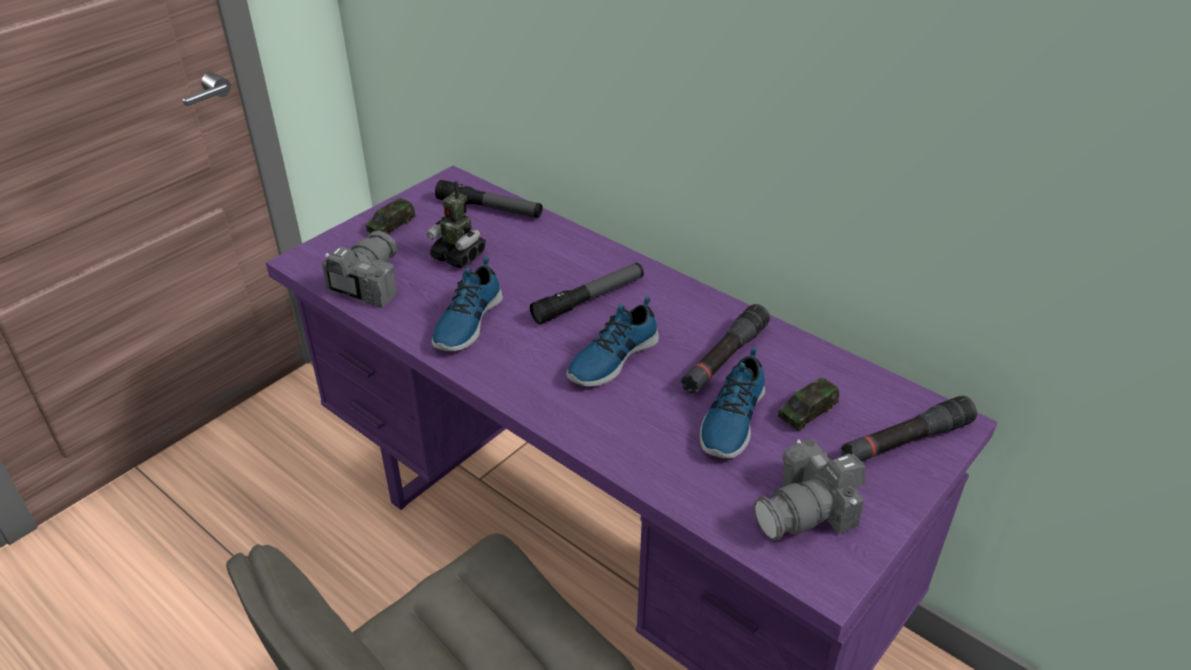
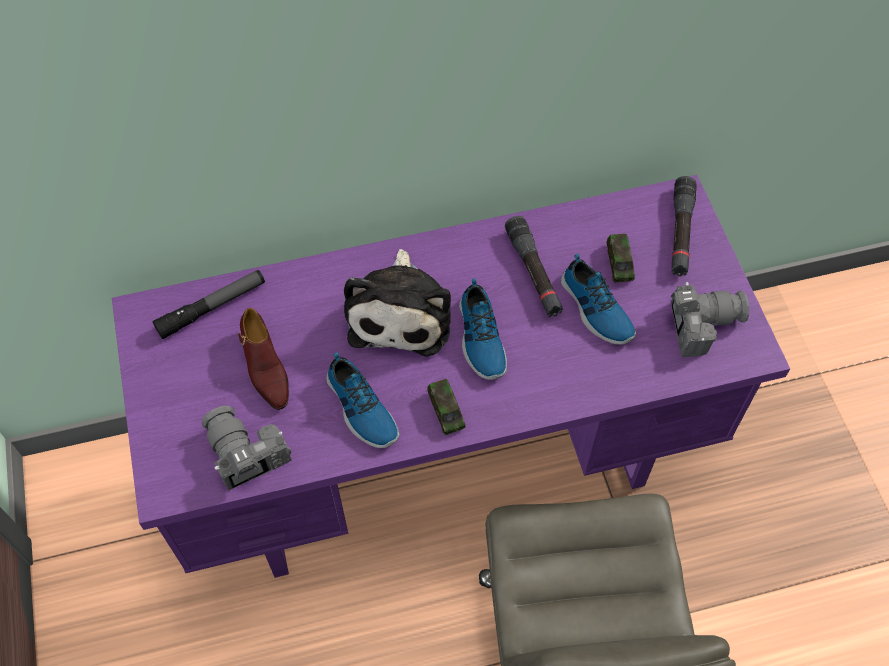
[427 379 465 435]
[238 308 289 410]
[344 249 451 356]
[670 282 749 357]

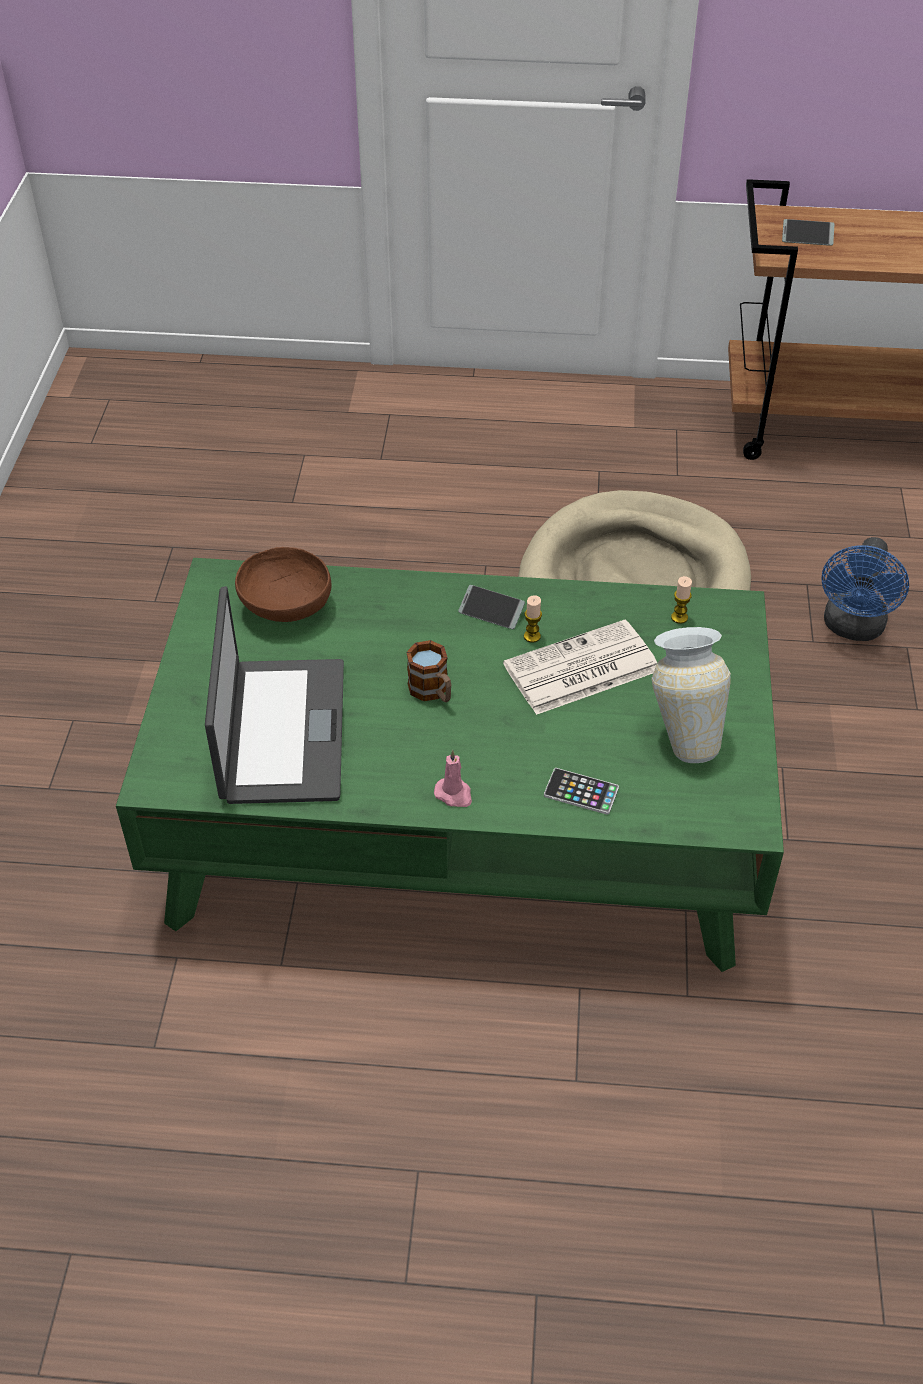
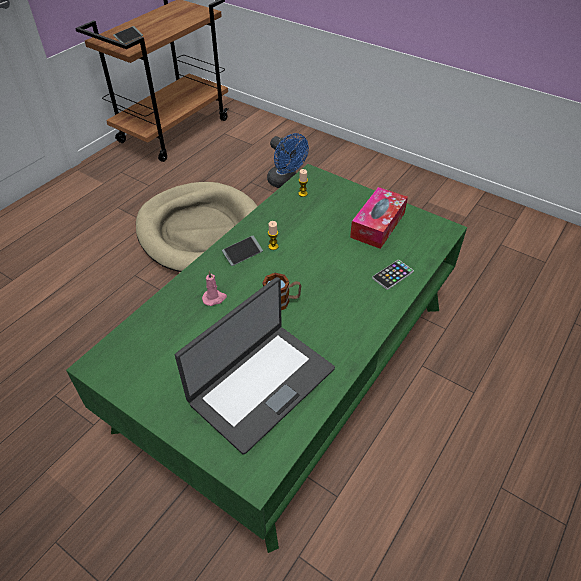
[235 547 332 622] (first image)
[503 620 657 715] (first image)
[202 271 227 306]
[350 187 408 249]
[175 277 335 455]

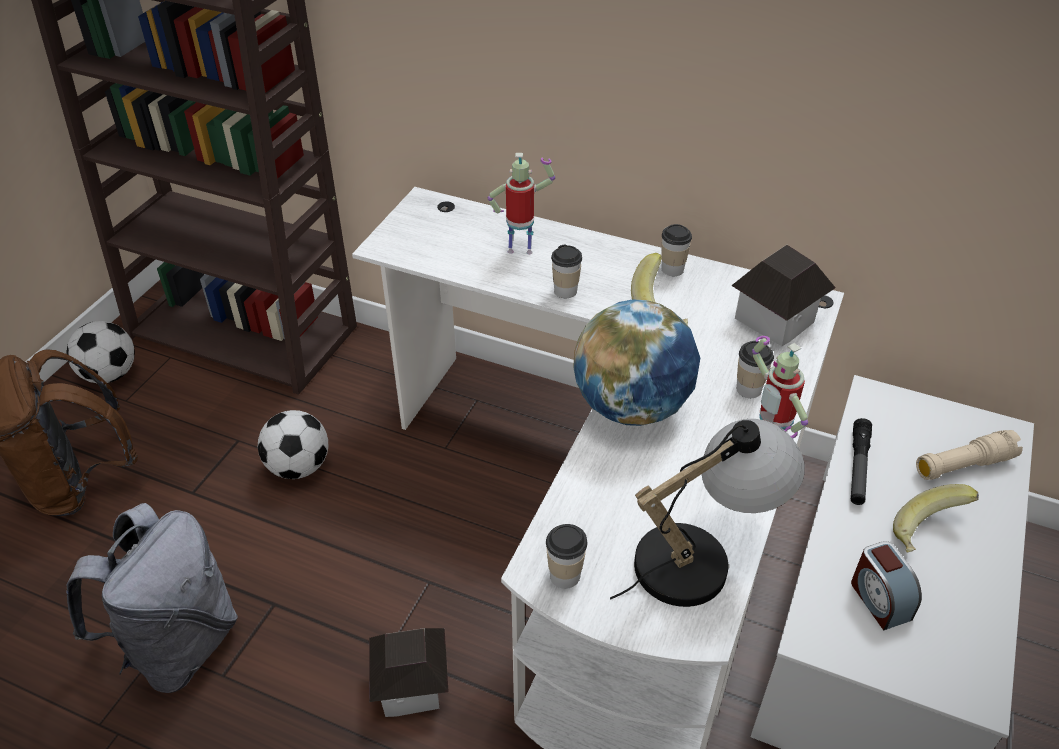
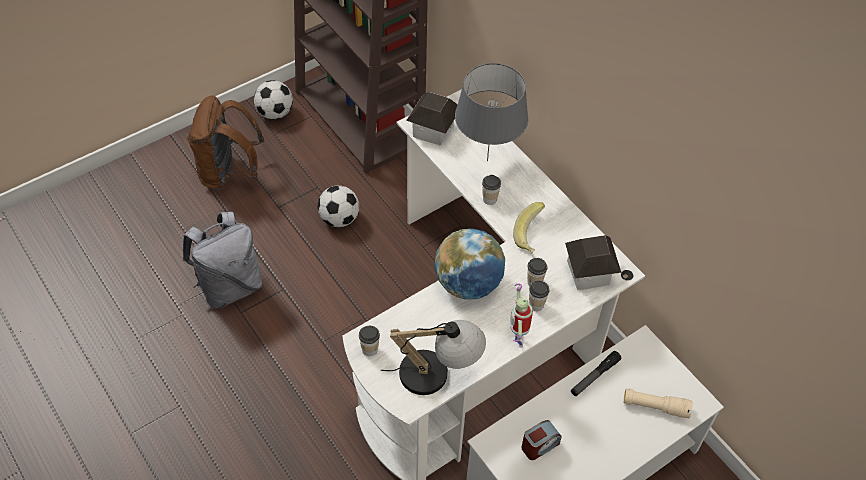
[893 484 979 552] (first image)
[406 92 458 146]
[527 258 548 286]
[455 63 528 161]
[522 420 561 460]

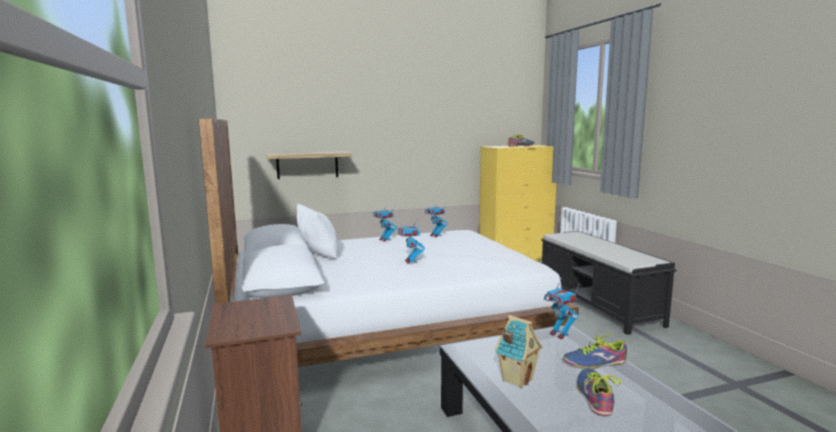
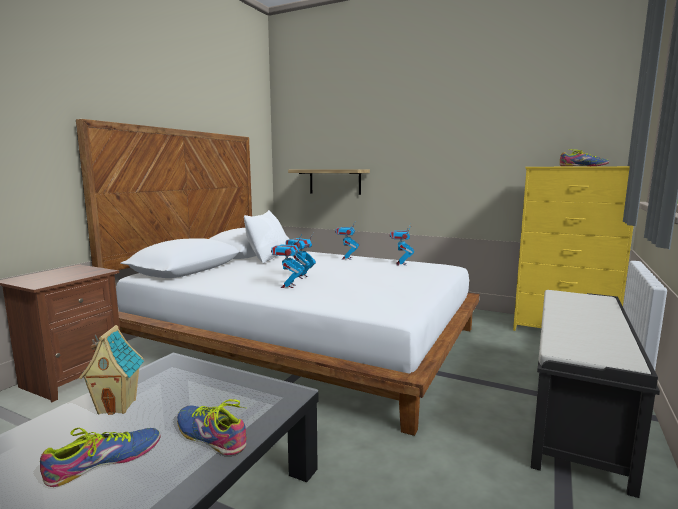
[271 236 305 288]

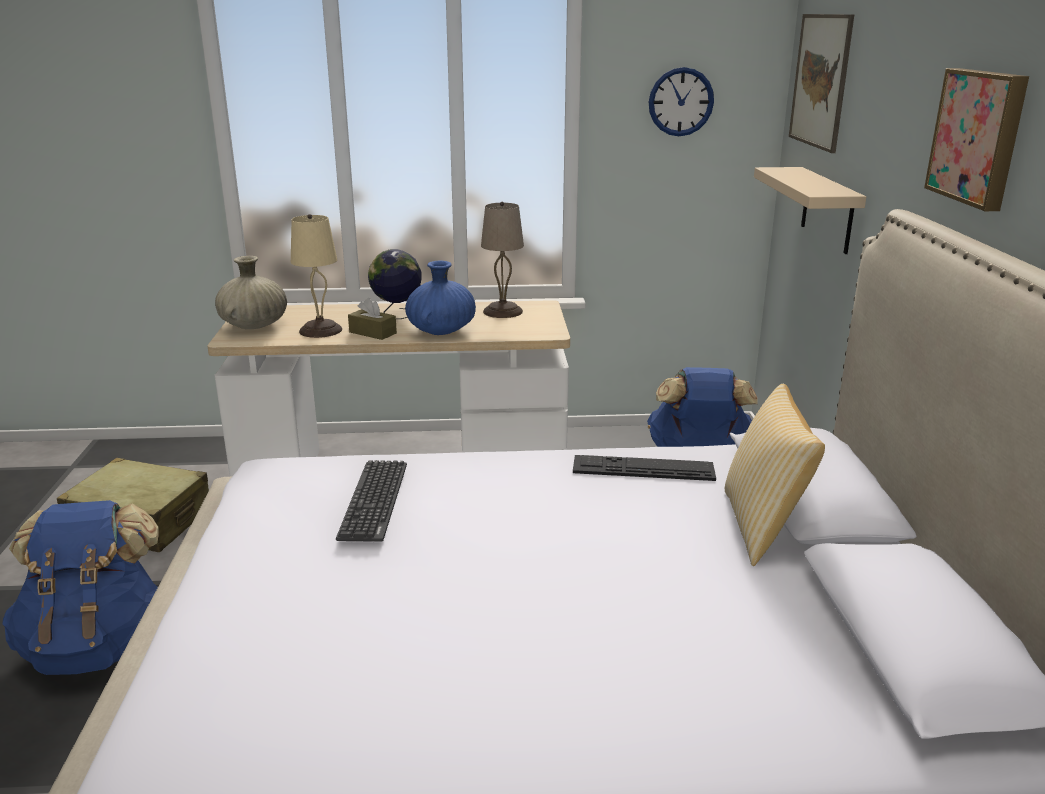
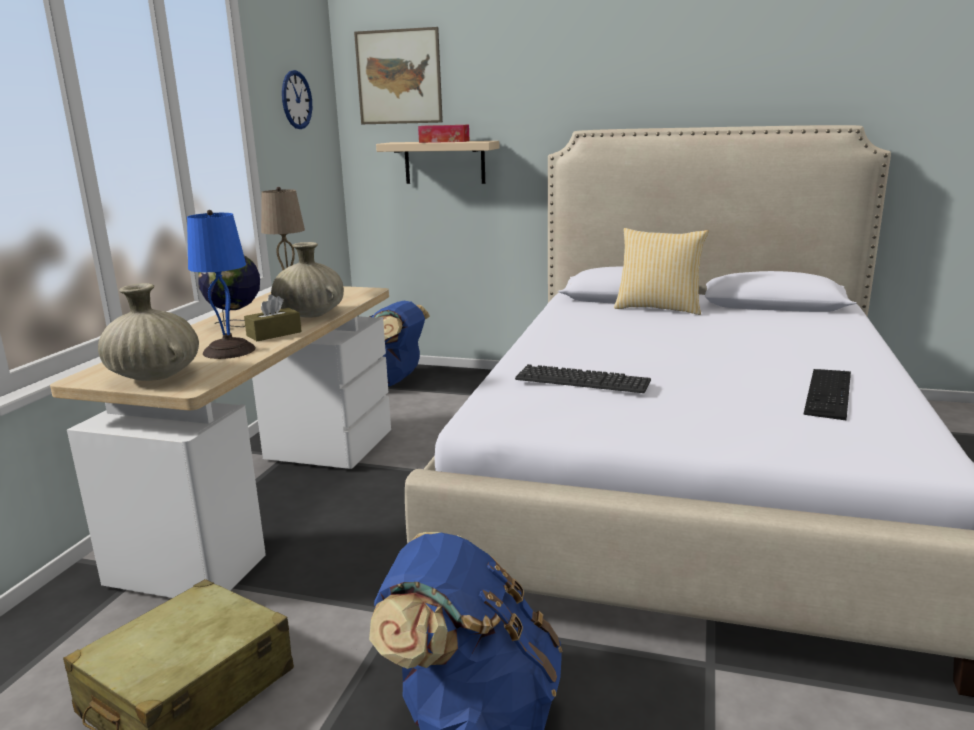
[924 68 1029 211] (first image)
[418 125 470 143]
[803 369 851 420]
[187 210 256 359]
[271 242 344 317]

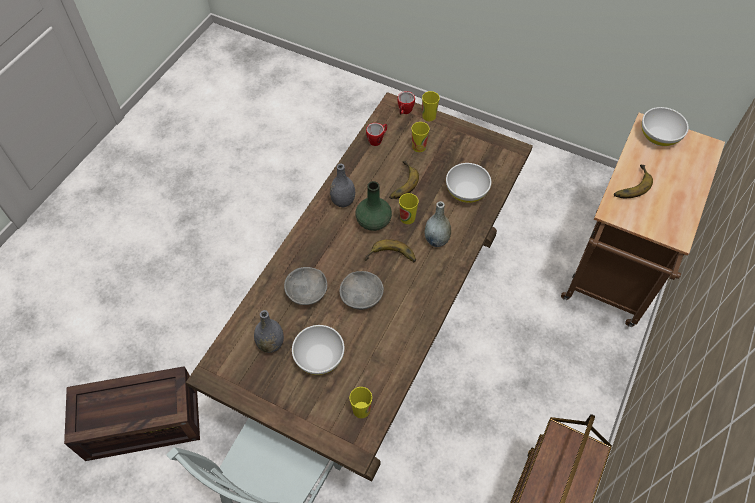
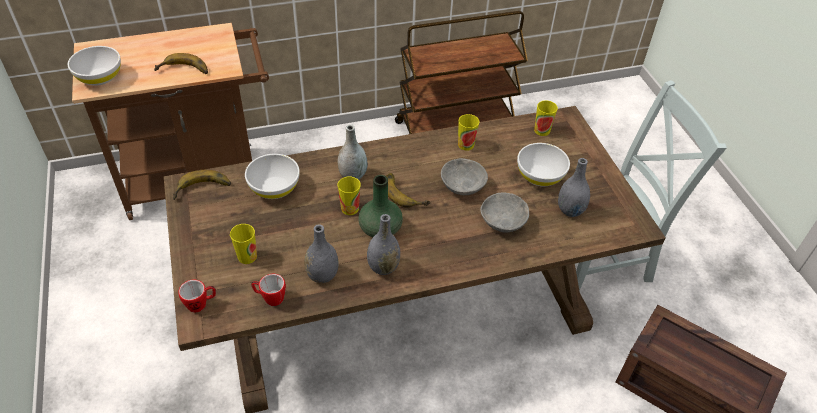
[304 225 339 283]
[172 170 231 200]
[458 114 479 151]

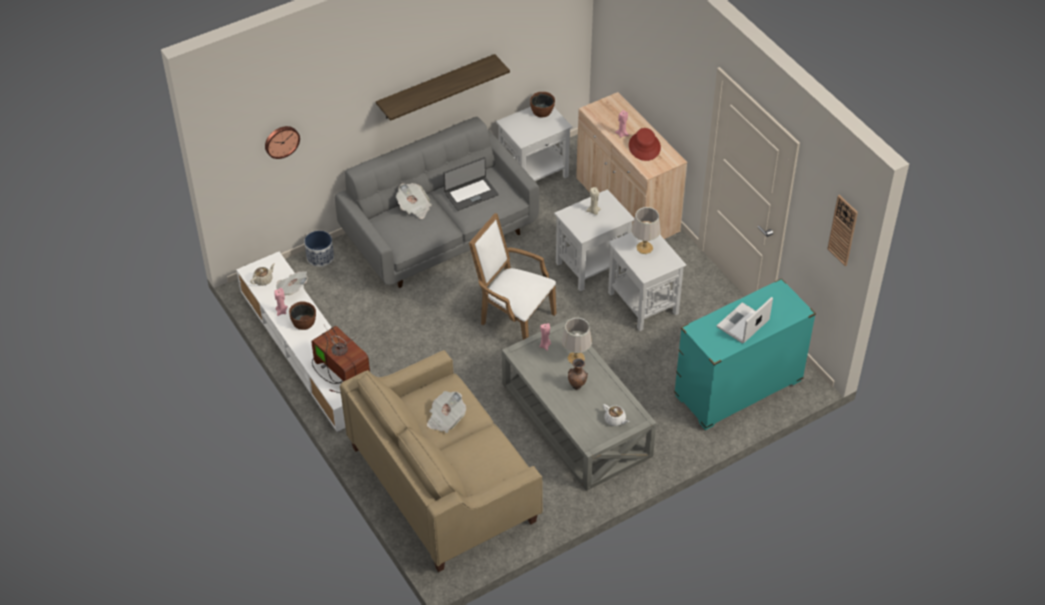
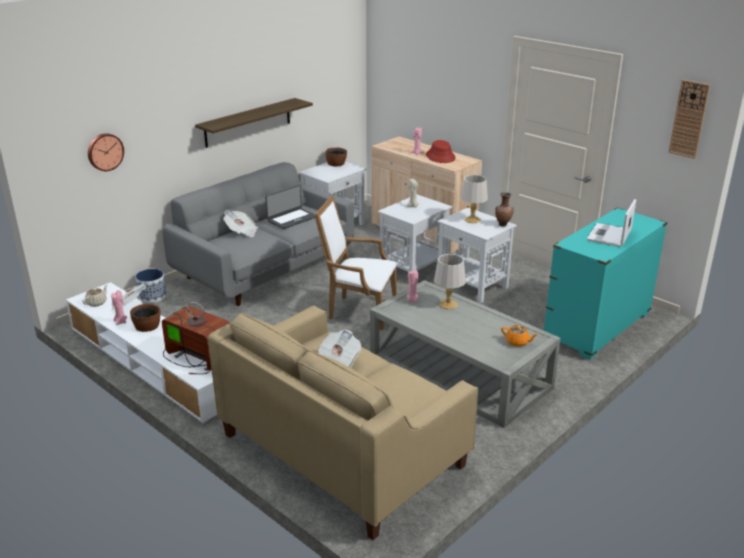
[495 192 514 227]
[501 325 538 347]

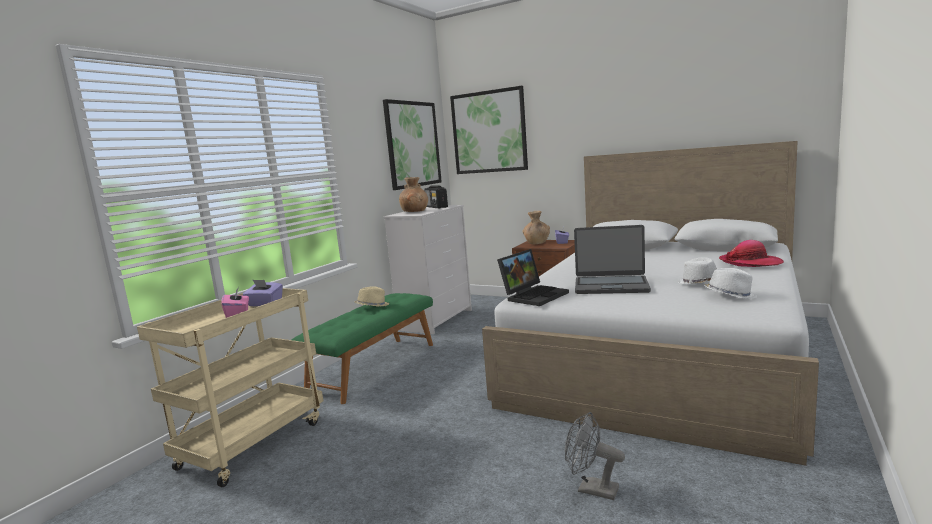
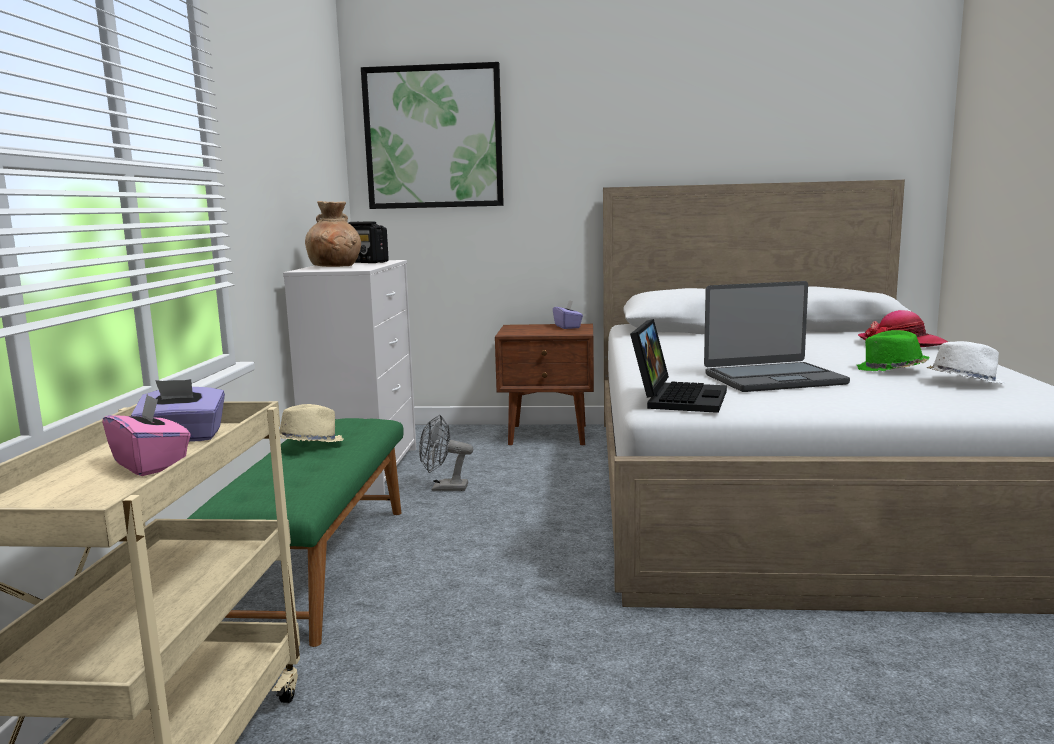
[383 99 442 190] (first image)
[523 211 550 244] (first image)
[419 415 473 491]
[857 330 930 371]

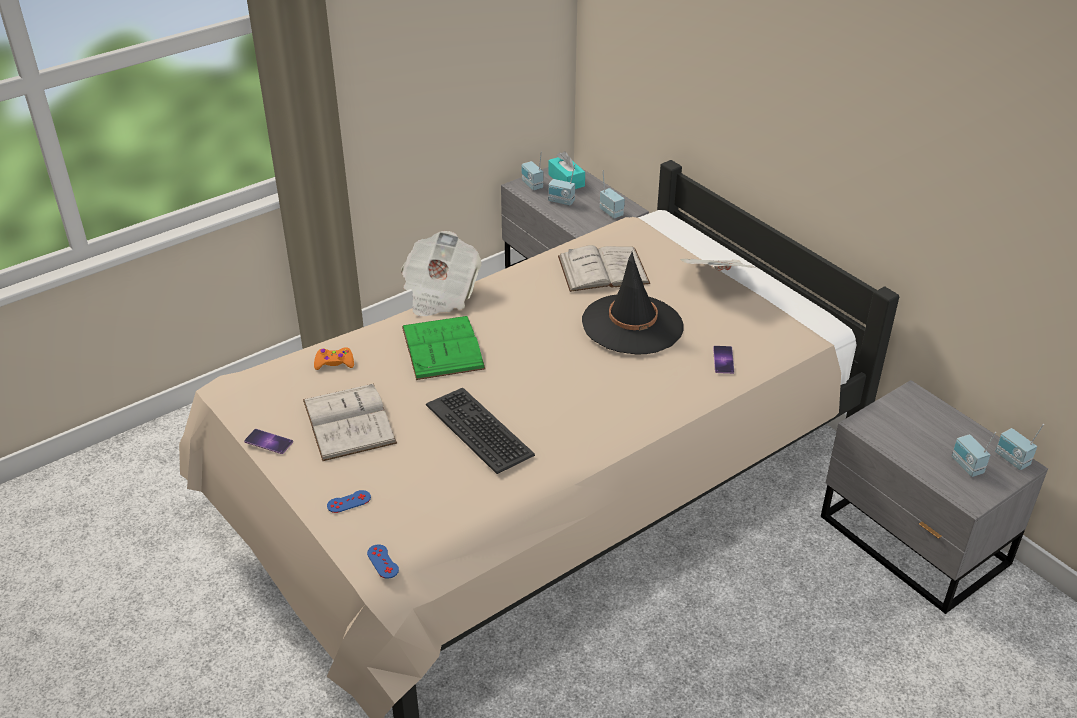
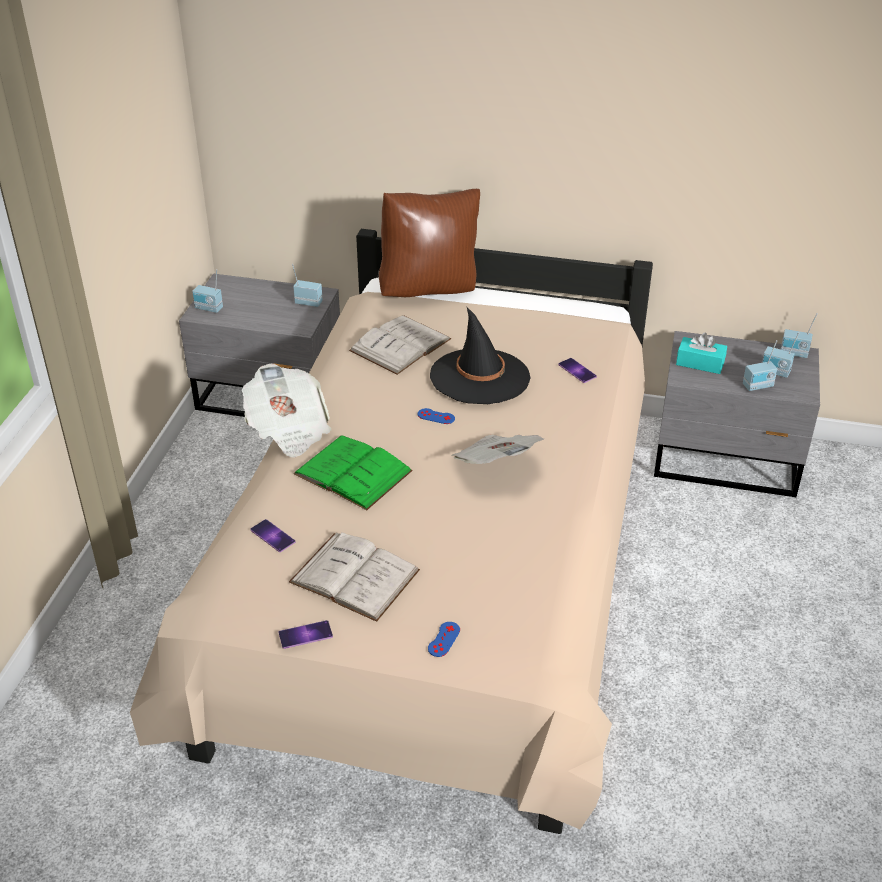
[426 388 535 474] (first image)
[379 189 480 297]
[418 408 455 424]
[676 332 727 374]
[743 340 777 391]
[451 435 544 464]
[250 519 296 552]

